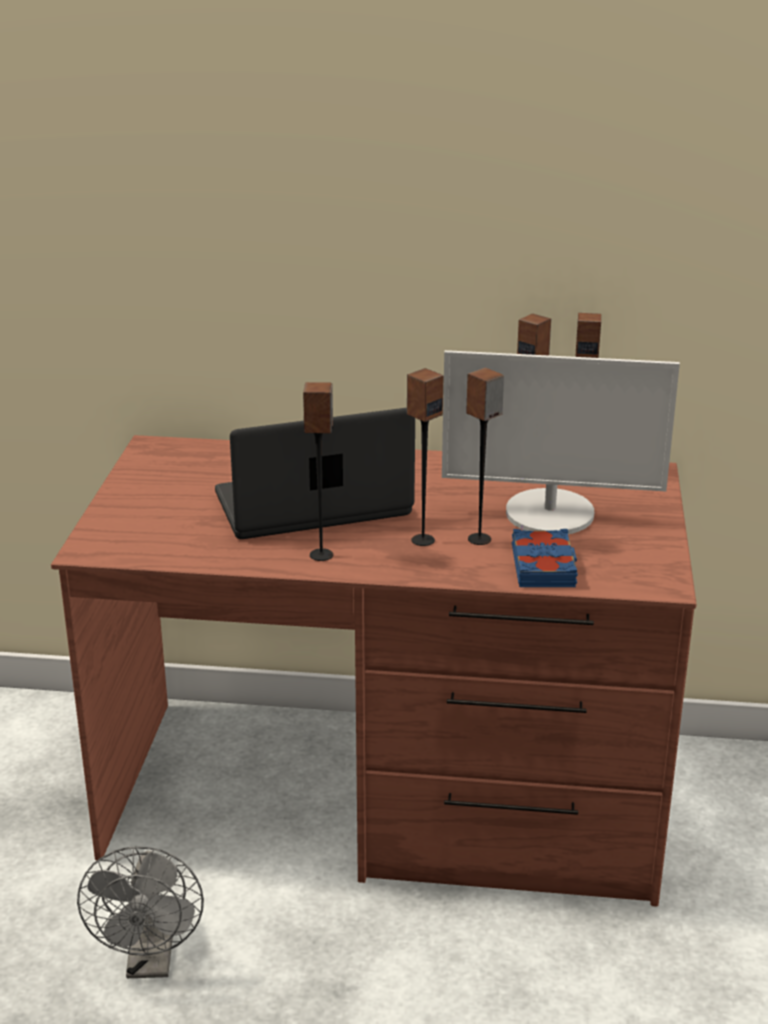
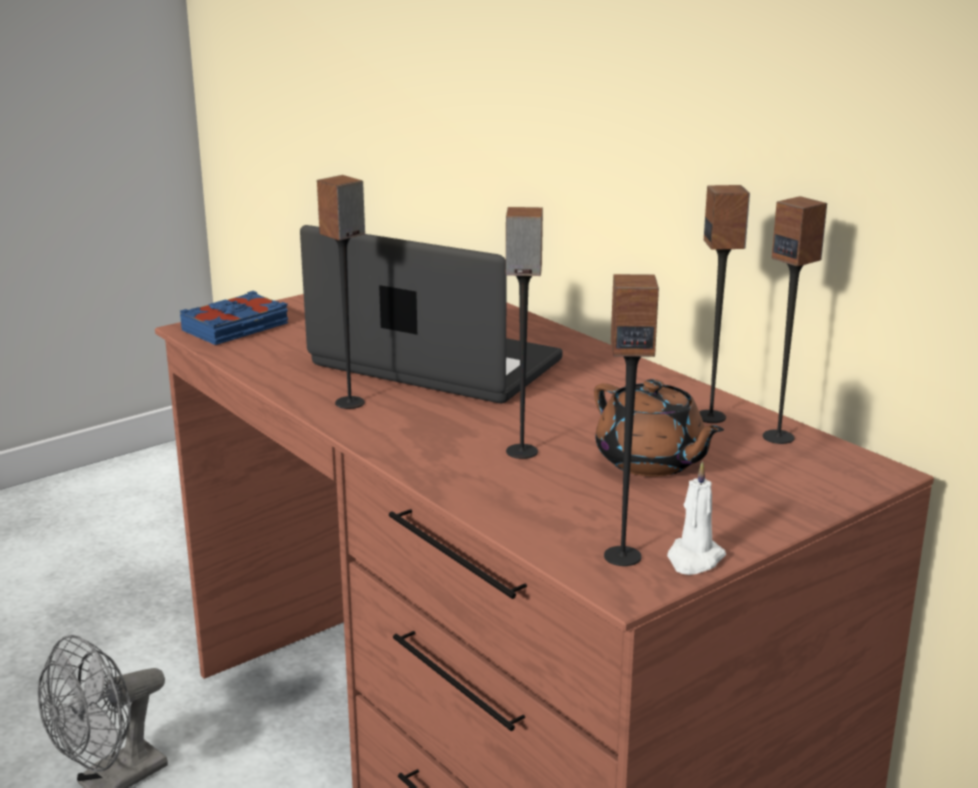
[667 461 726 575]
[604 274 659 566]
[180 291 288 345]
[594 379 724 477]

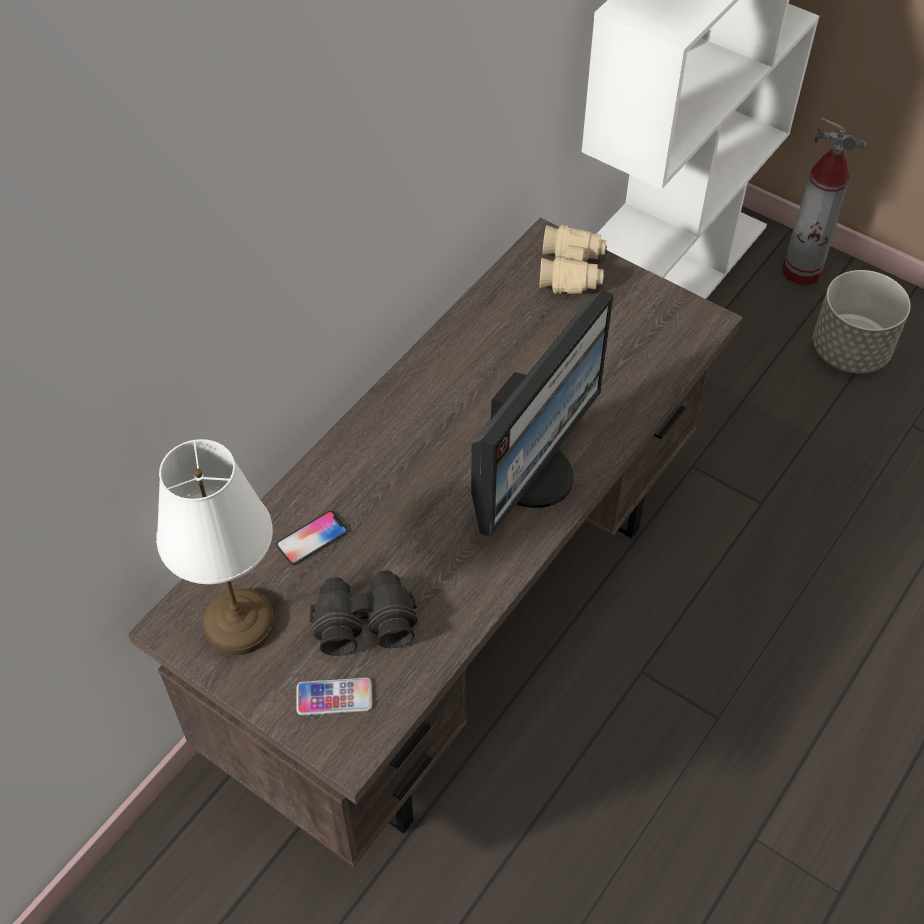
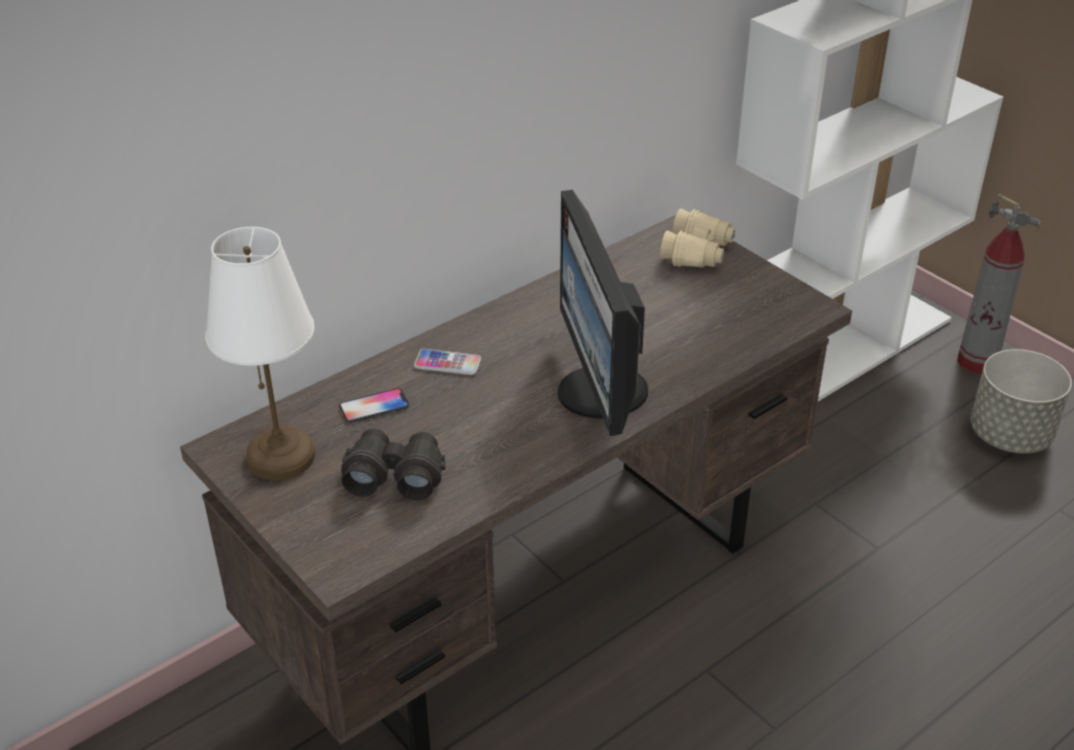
[414 349 481 375]
[558 190 648 436]

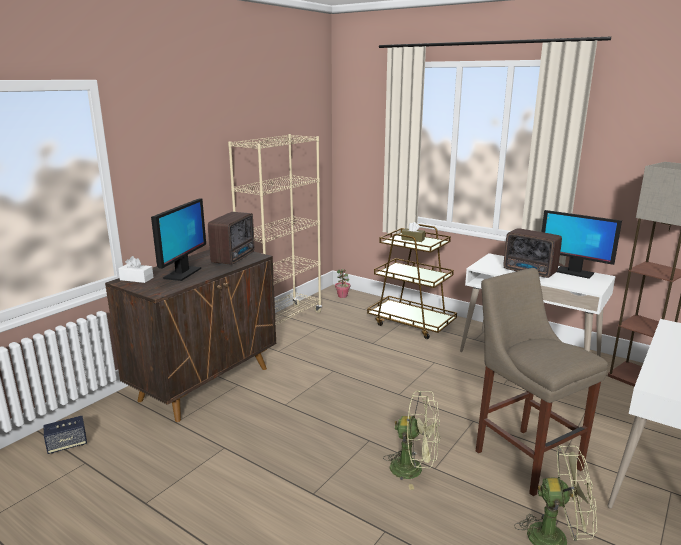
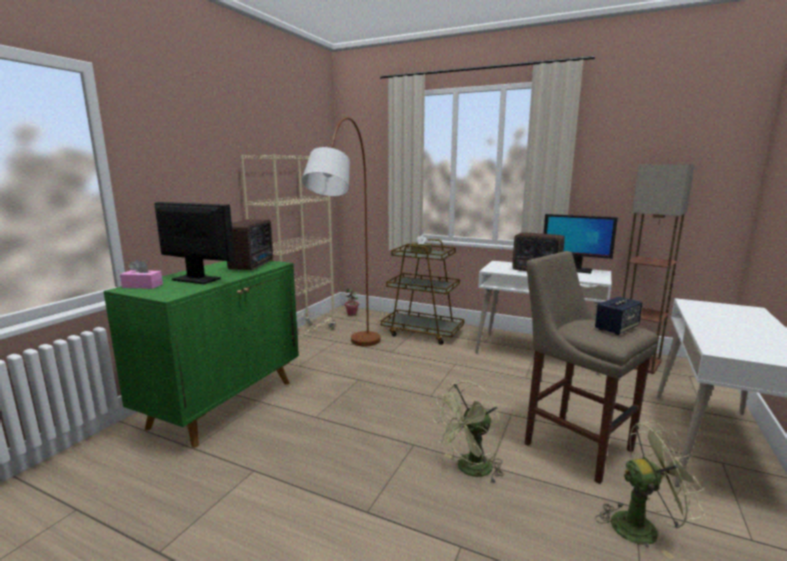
[302 117 381 346]
[595 297 642 335]
[103 261 299 448]
[120 259 163 289]
[155 202 235 284]
[433 381 504 485]

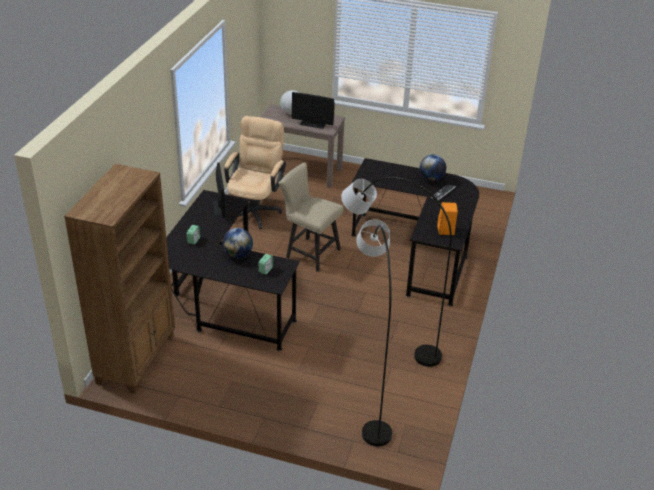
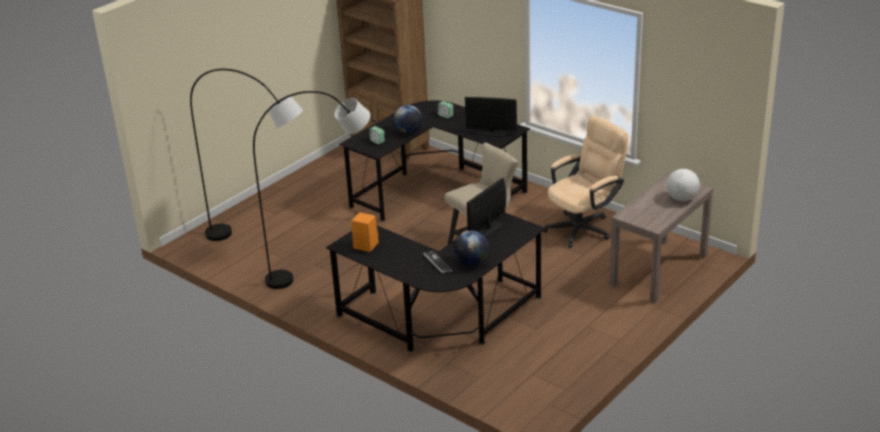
[467 178 506 238]
[543 116 628 248]

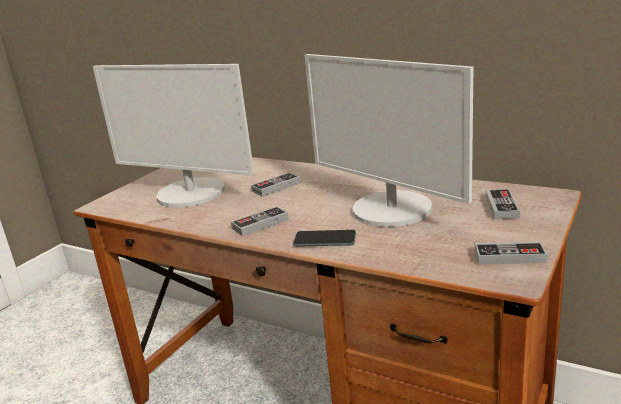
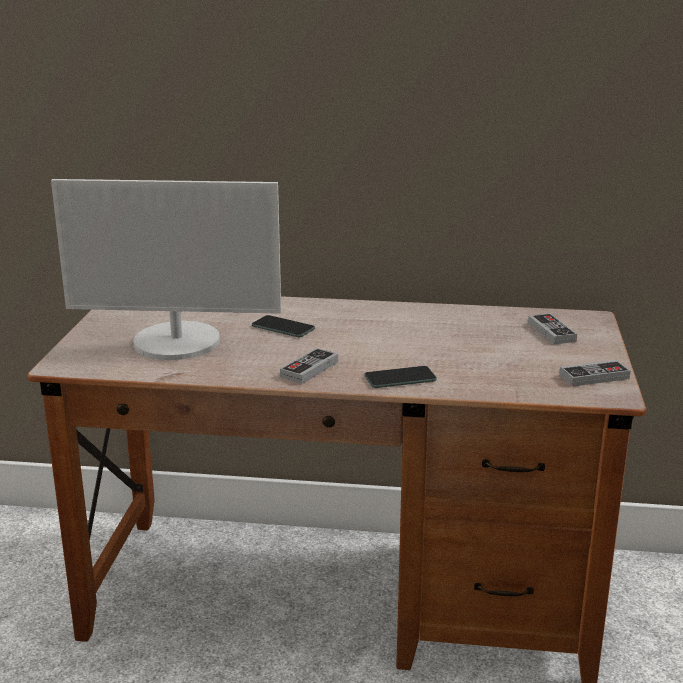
[305 54 474 227] (first image)
[252 315 315 337]

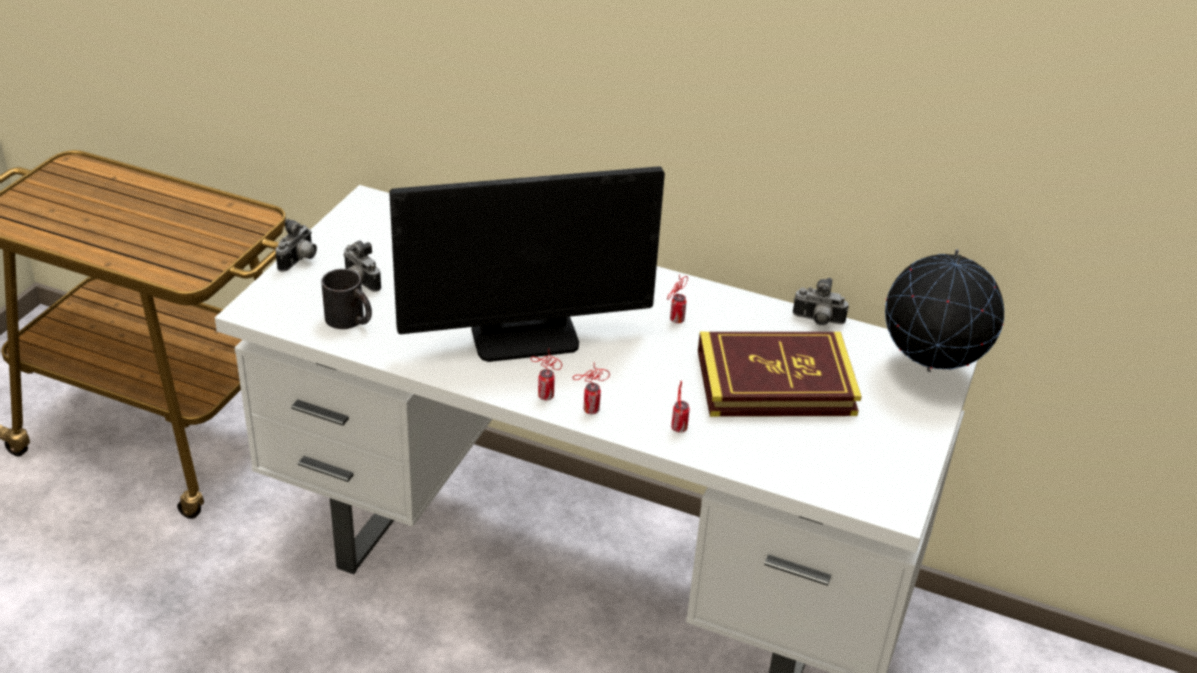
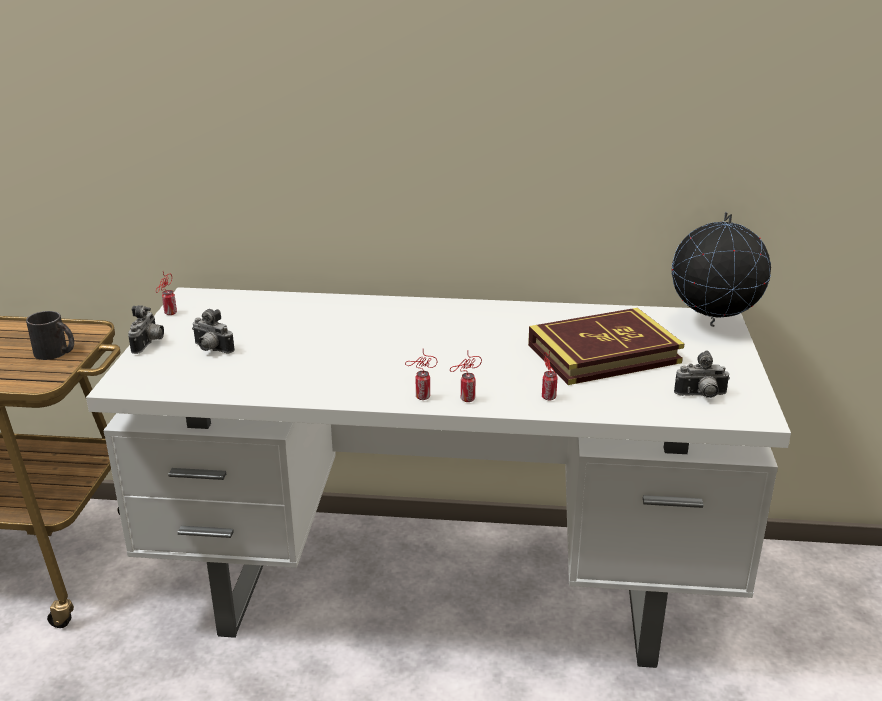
[389 166 665 362] (first image)
[26 311 74 360]
[156 272 177 315]
[674 351 730 398]

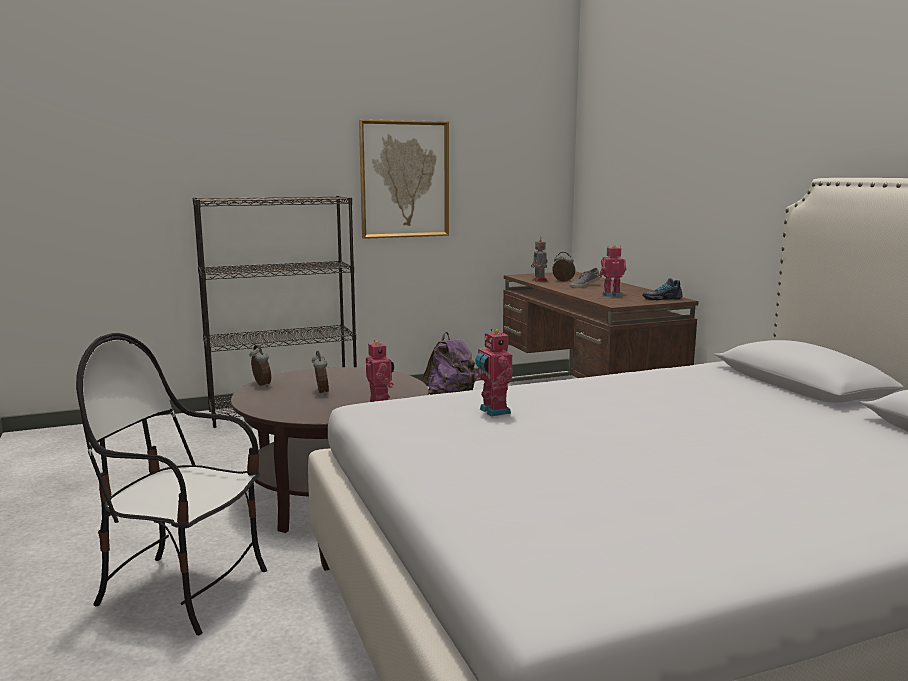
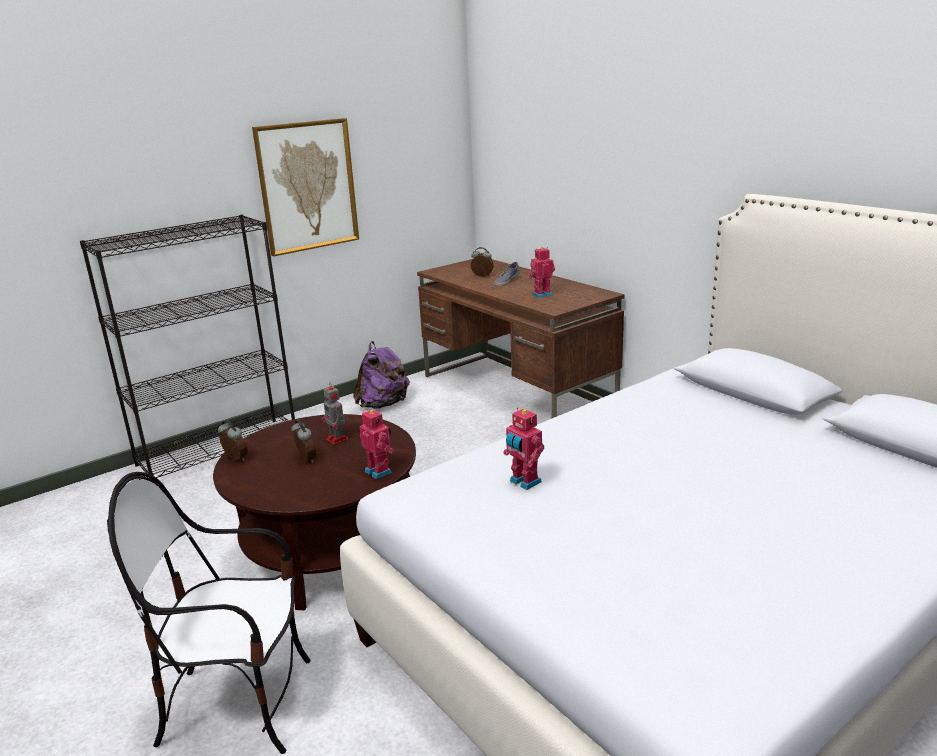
[642 278 683 300] (first image)
[322 382 348 445]

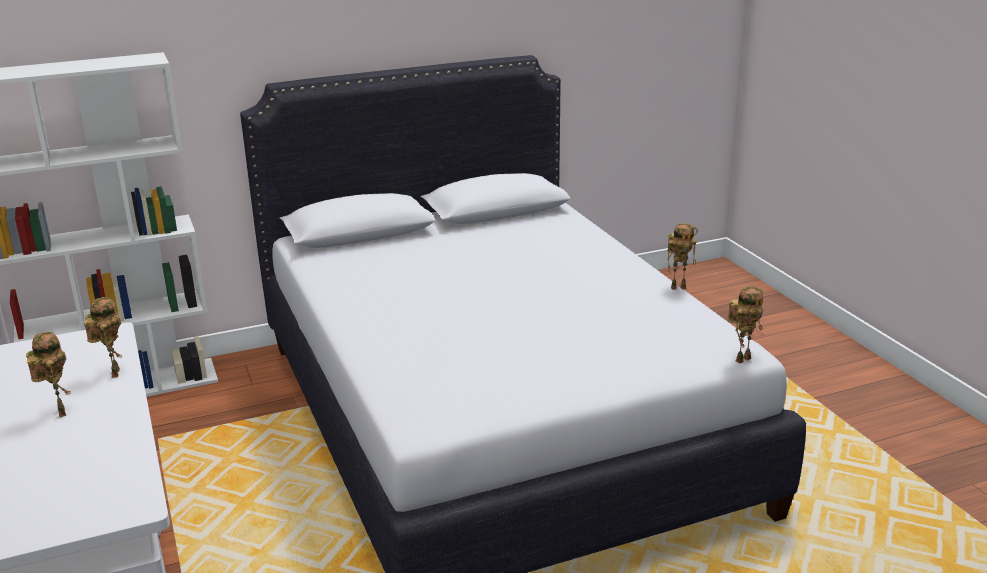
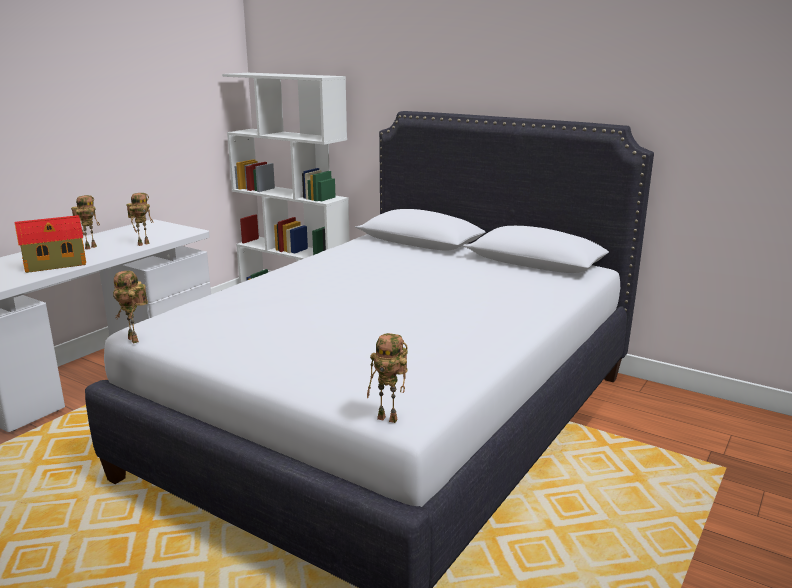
[15 215 86 273]
[113 271 148 343]

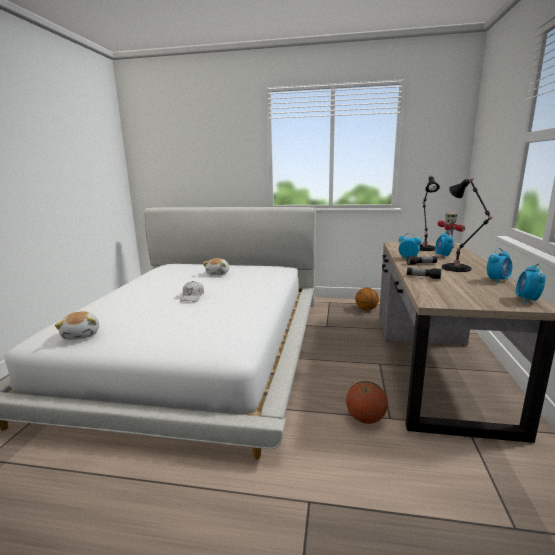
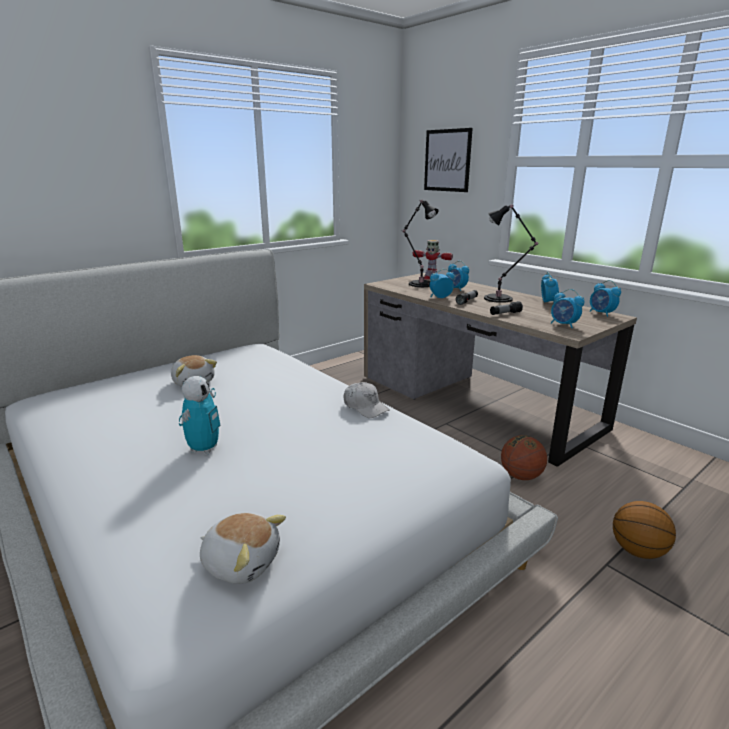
[179 376 220 455]
[424 128 473 192]
[551 289 584 328]
[344 382 390 418]
[613 501 676 559]

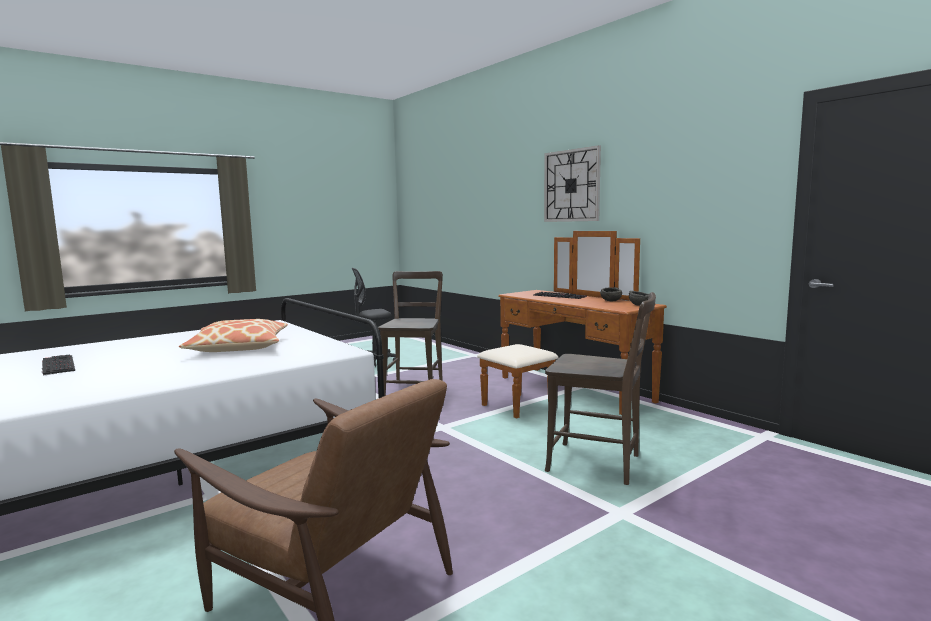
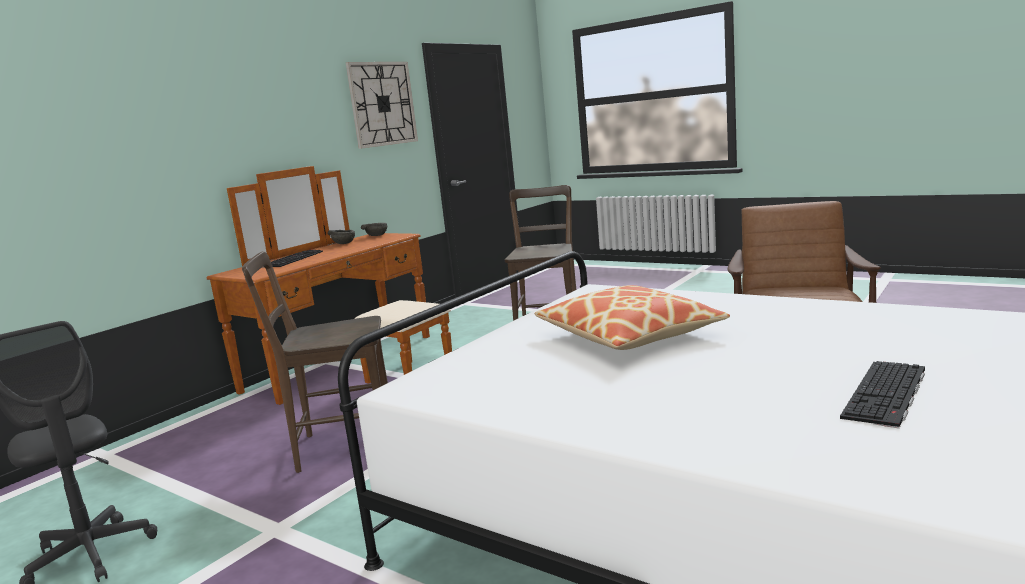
[346 62 418 149]

